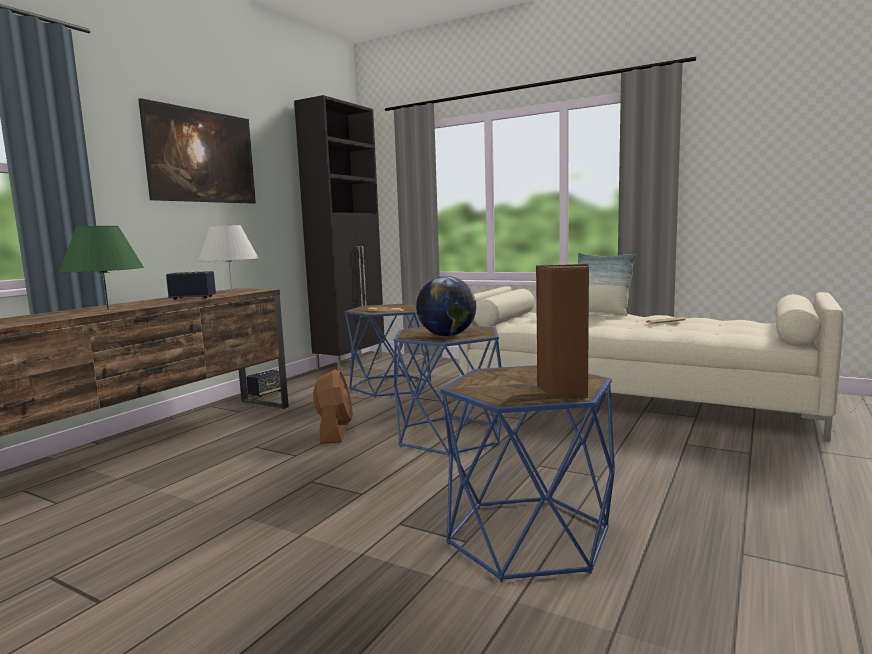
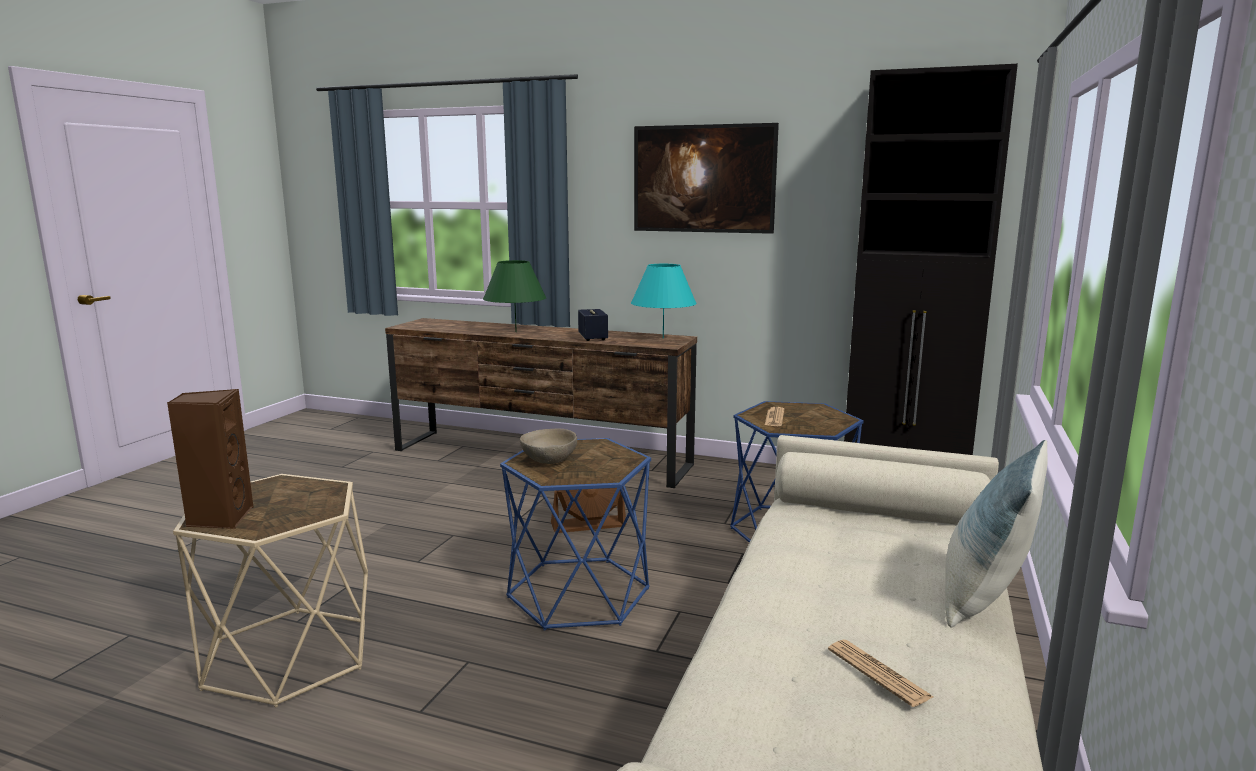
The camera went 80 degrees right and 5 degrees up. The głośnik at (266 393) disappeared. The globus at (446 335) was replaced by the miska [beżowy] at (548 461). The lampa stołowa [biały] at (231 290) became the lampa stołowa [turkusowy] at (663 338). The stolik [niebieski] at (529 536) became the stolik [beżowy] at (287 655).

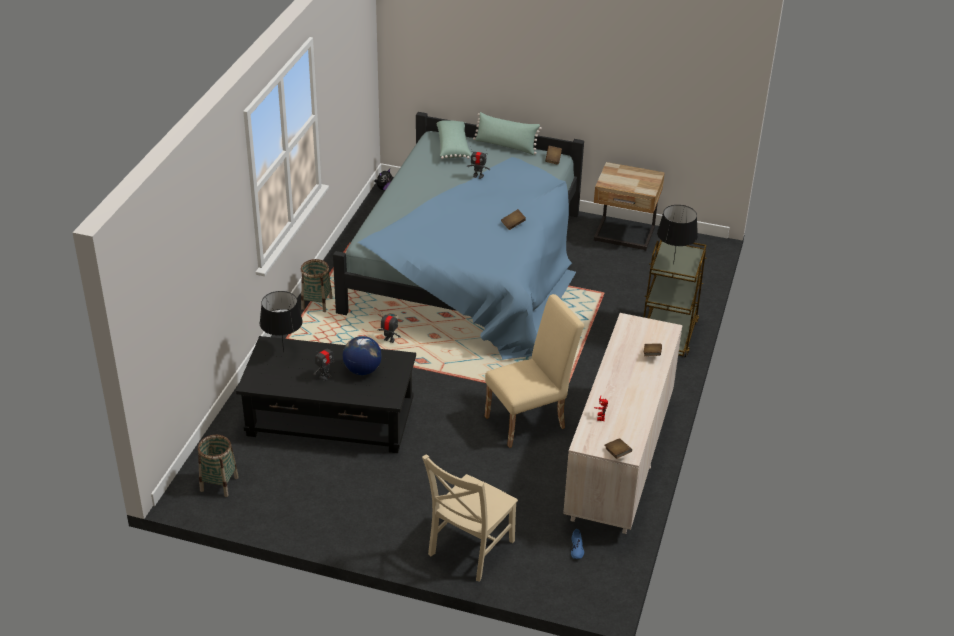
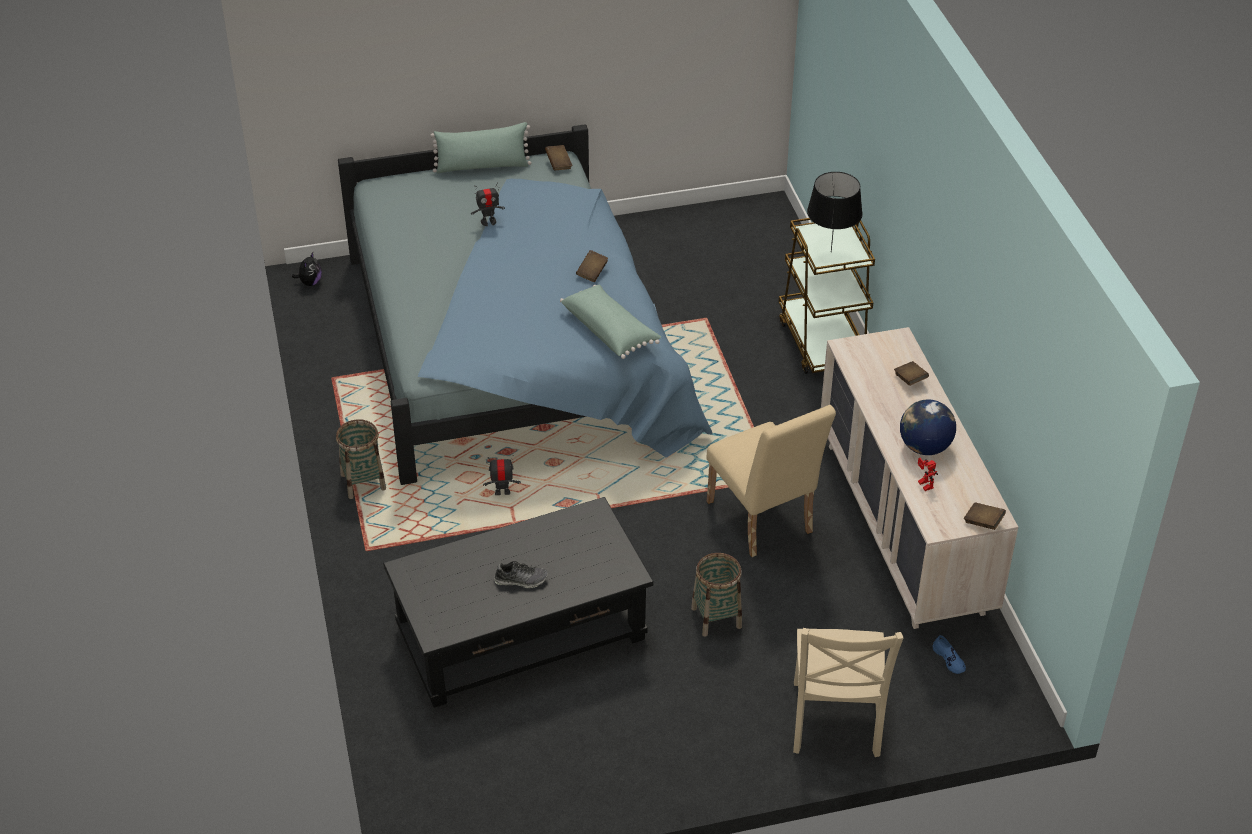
The camera went 30 degrees left and 5 degrees up. The lampa stołowa [czarny] at (283 352) disappeared. The szafka nocna [beżowy] at (624 236) disappeared. The koszyk moved from (219 484) to (716 617). The globus moved from (362 370) to (924 447). The poduszka [zielony] moved from (453 147) to (610 330). The robot zabawkowy at (325 376) was replaced by the but at (521 580). The krzesło [beżowy] at (530 420) turned 120 degrees clockwise.

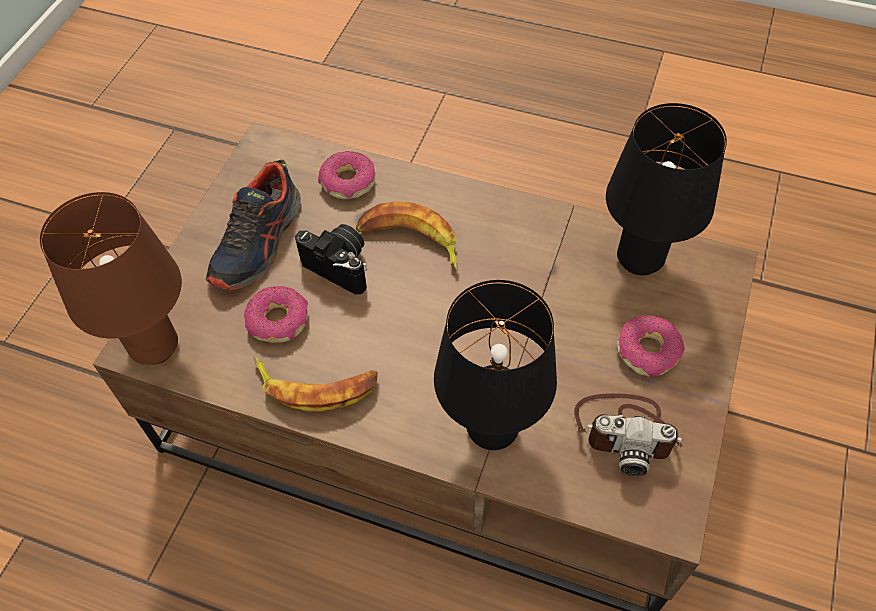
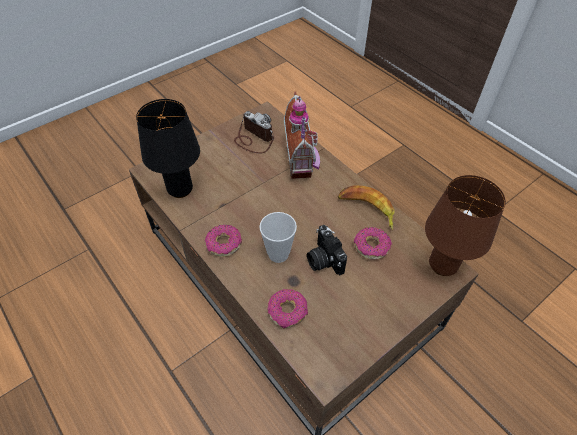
The camera went 150 degrees left and 5 degrees down. The but at (258 242) disappeared. The donut moved from (648 351) to (223 244). The banan at (410 241) was replaced by the filiżanka at (278 254). The lampa stołowa [czarny] at (493 429) was replaced by the domek at (303 161).

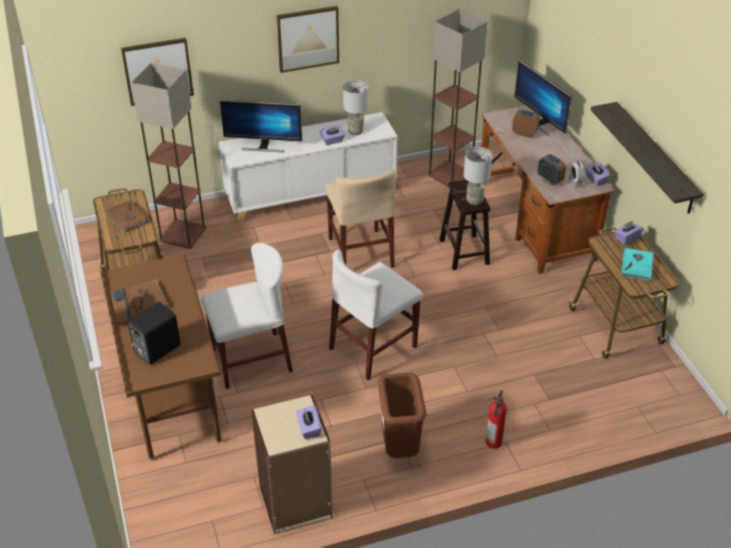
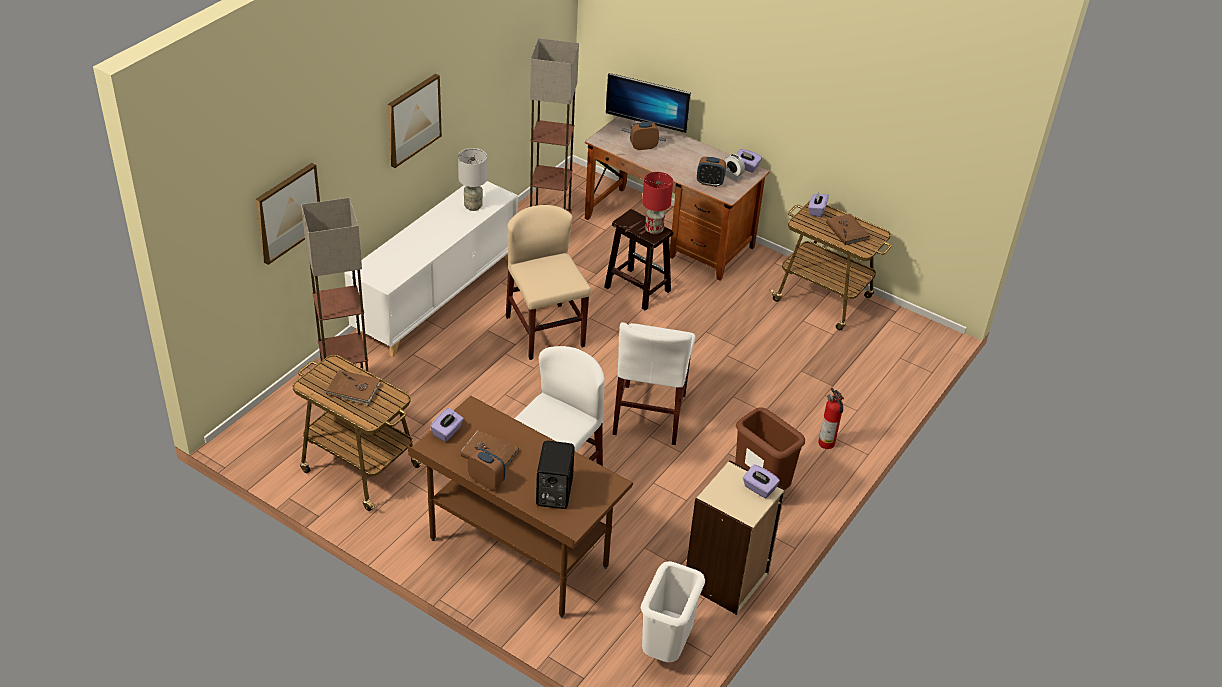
The camera went 40 degrees left and 0 degrees up. The monitor at (263 146) disappeared. The półka at (655 158) disappeared. The kosz na śmieci [biały] at (665 647) appeared. The pudełko chusteczek [fioletowy] moved from (332 141) to (447 432). The lampa stołowa [szary] at (474 201) became the lampa stołowa [czerwony] at (653 230). The książka [turkusowy] at (637 266) became the książka [brązowy] at (847 230). The krzesło [beżowy] at (360 252) turned 150 degrees counterclockwise.

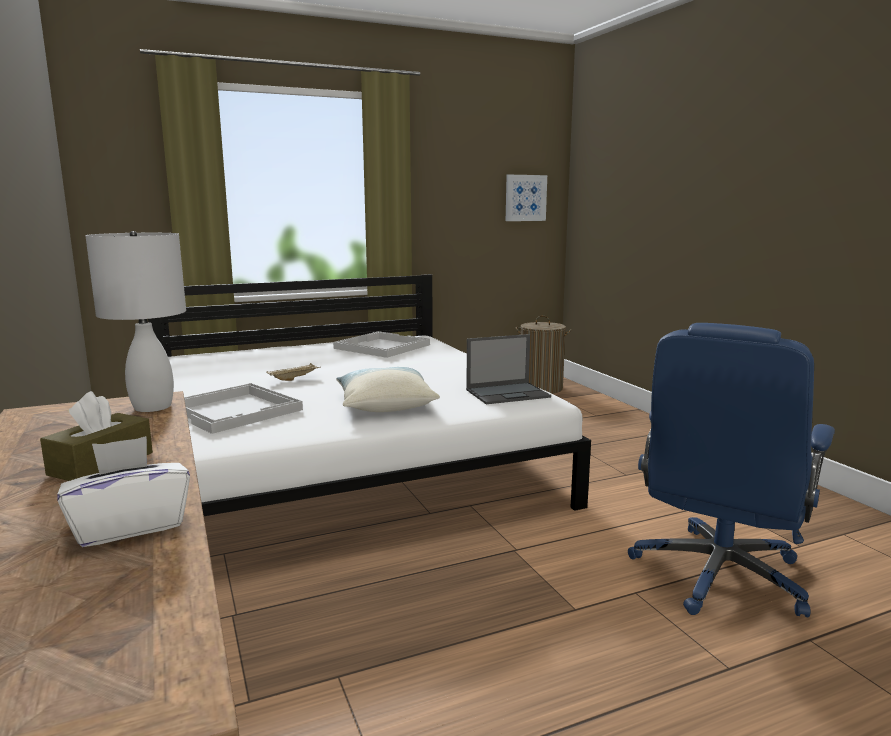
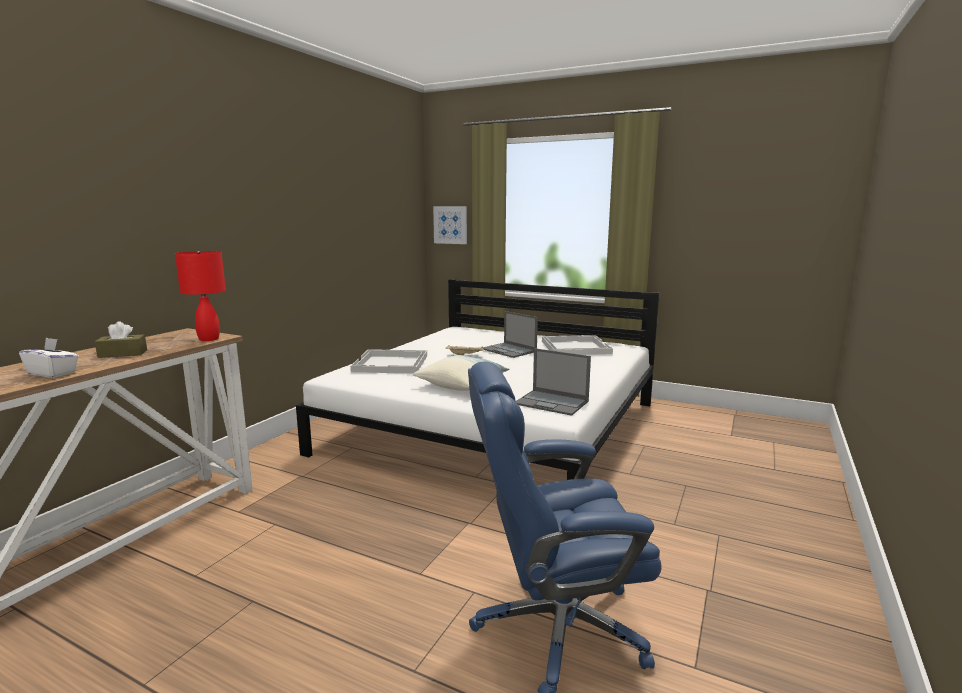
The camera went 50 degrees right and 0 degrees up. The kosz na pranie at (541 388) disappeared. The laptop at (509 350) appeared. The obraz moved from (525 198) to (450 225). The lampa stołowa [biały] at (151 407) became the lampa stołowa [czerwony] at (208 339).

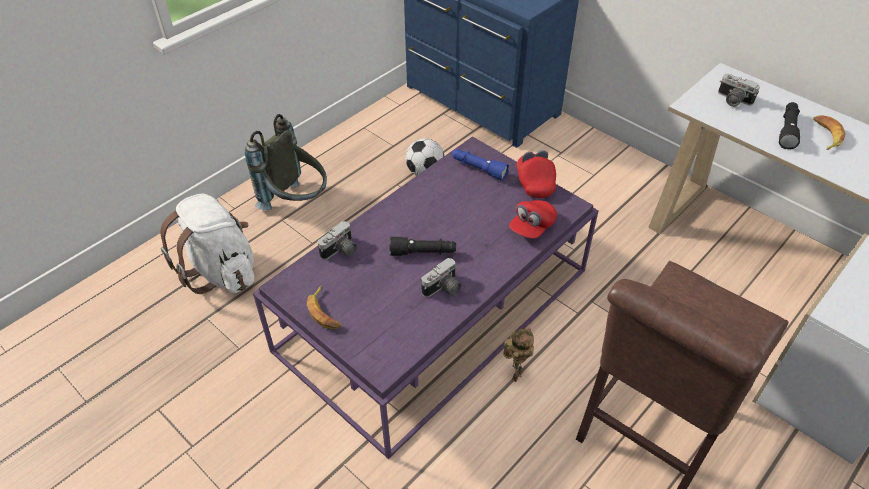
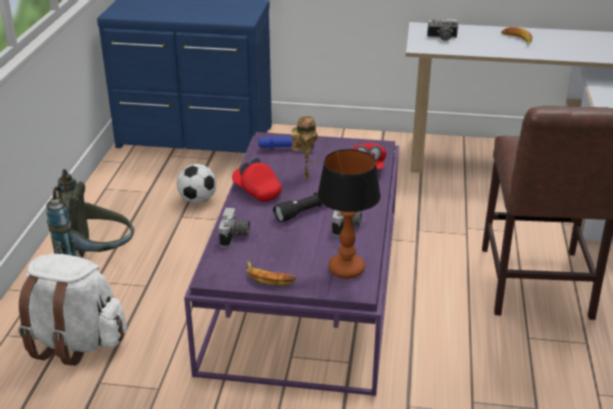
The camera went 35 degrees left and 15 degrees down. The latarka [czarny] at (787 130) disappeared. The lampa stołowa at (347 269) appeared. The robot zabawkowy moved from (516 374) to (304 175). The czapka z daszkiem [czerwony] moved from (534 182) to (257 191).

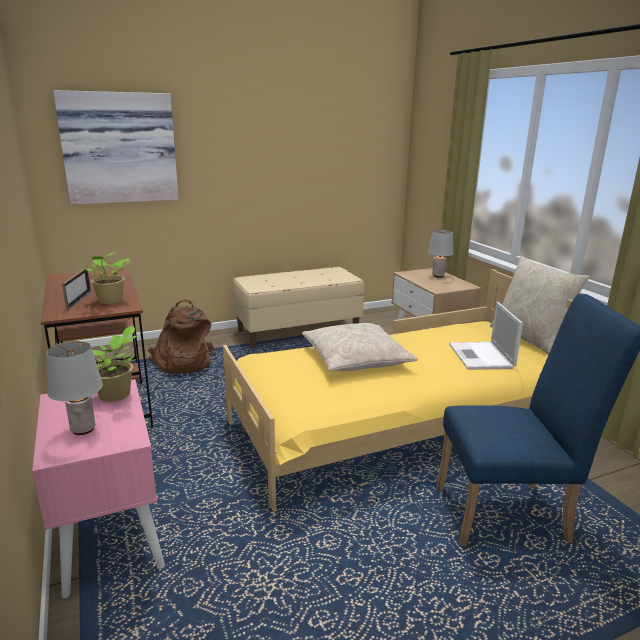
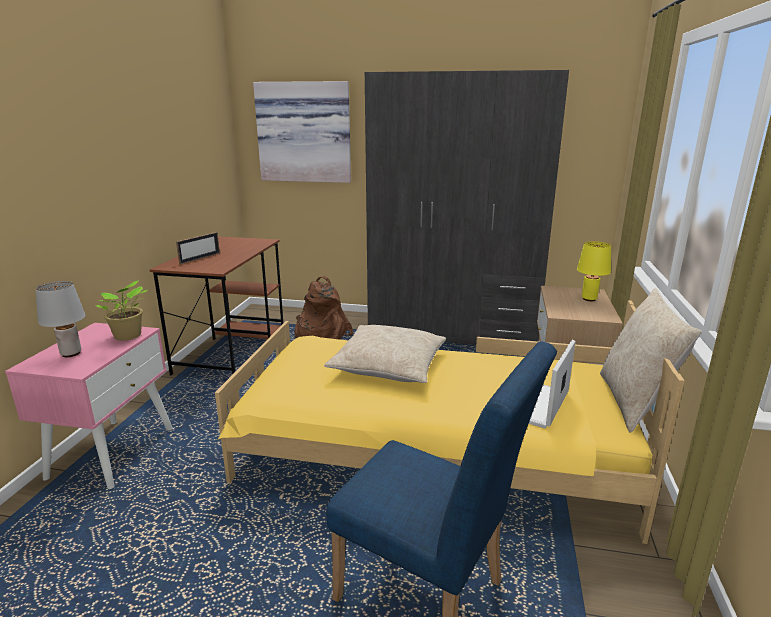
The camera went 35 degrees right and 0 degrees up. The roślina doniczkowa at (110 301) disappeared. The ławka [beżowy] at (298 331) was replaced by the szafa [szary] at (453 332). The lampa stołowa [szary] at (437 276) became the lampa stołowa [żółty] at (588 299).

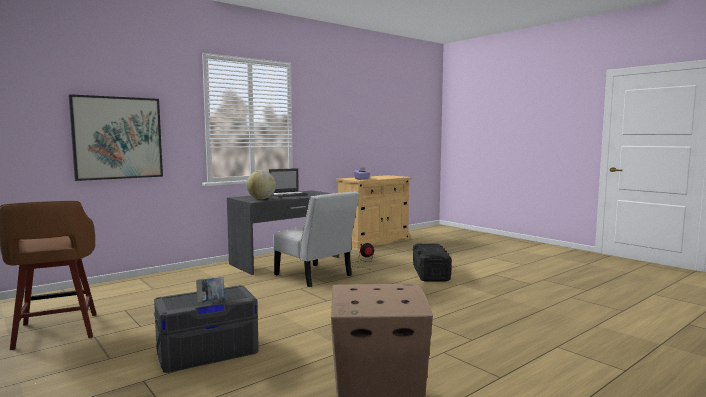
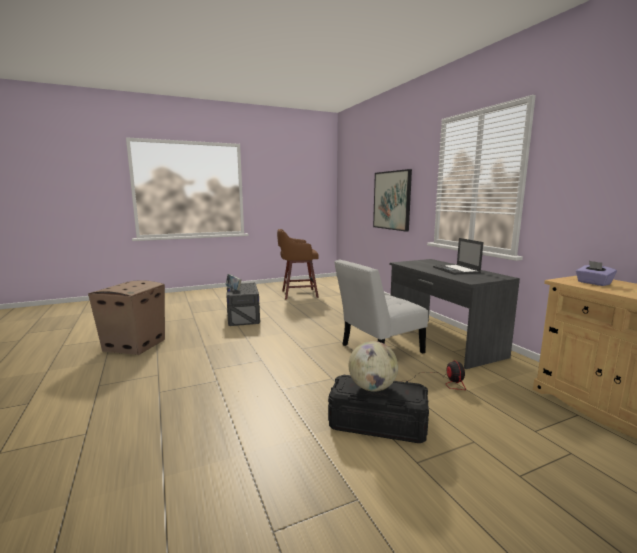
The camera went 105 degrees right and 5 degrees up. The globus moved from (261 199) to (372 388).

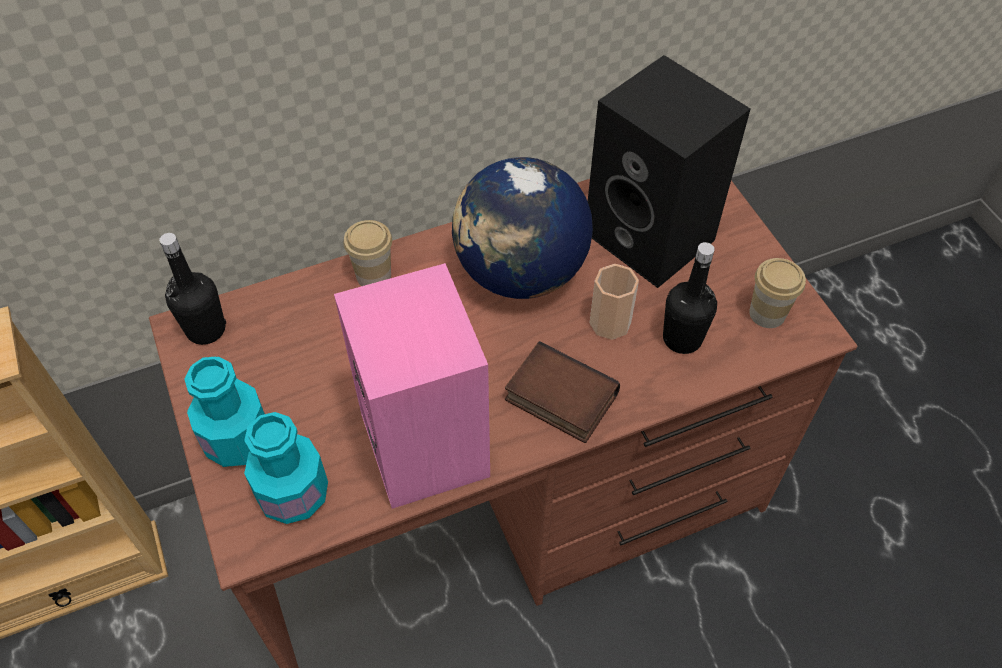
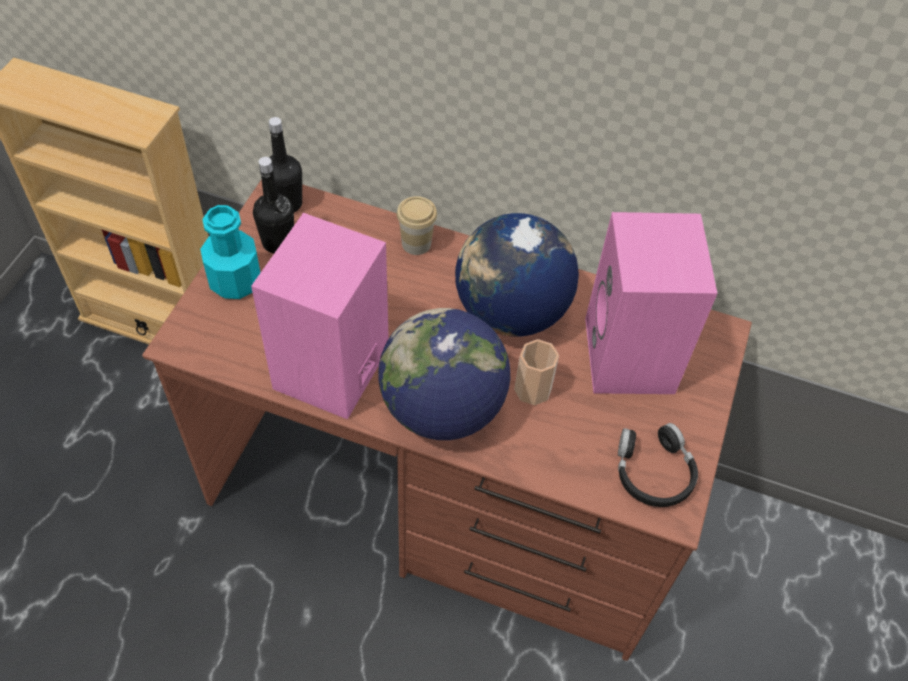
The camera went 40 degrees right and 0 degrees up. The butelka [turkusowy] at (293 494) disappeared. The butelka [czarny] moved from (682 338) to (278 242). The książka at (558 398) was replaced by the globus at (442 408). The filiżanka at (767 313) was replaced by the słuchawki [czarny] at (653 472). The głośnik [czarny] at (653 237) became the głośnik [różowy] at (631 357).

